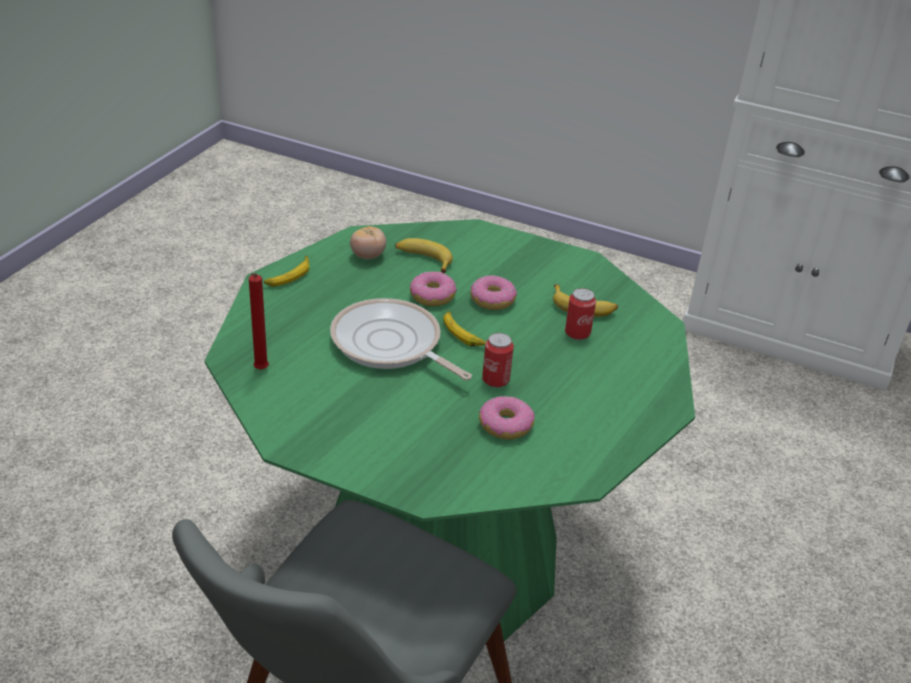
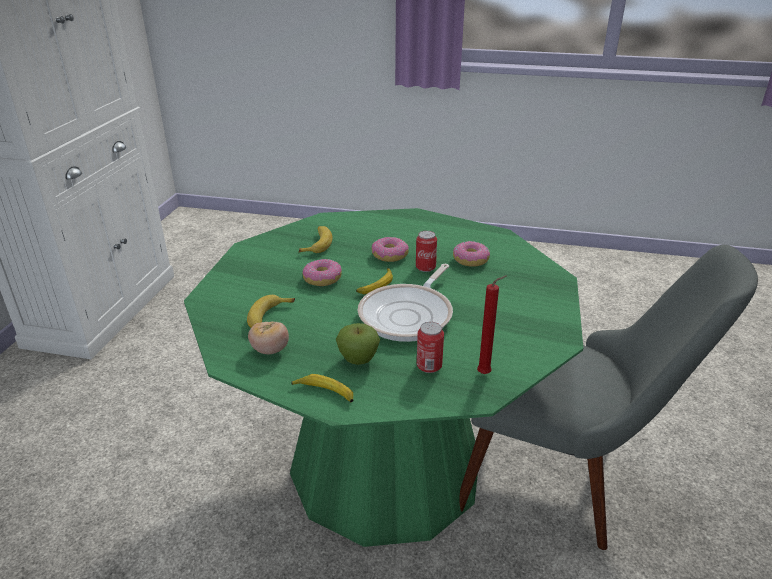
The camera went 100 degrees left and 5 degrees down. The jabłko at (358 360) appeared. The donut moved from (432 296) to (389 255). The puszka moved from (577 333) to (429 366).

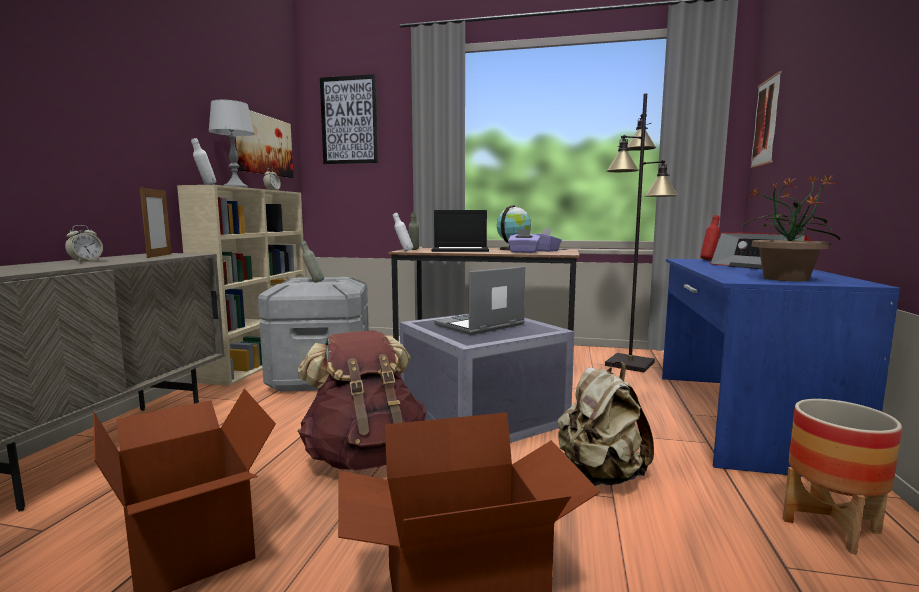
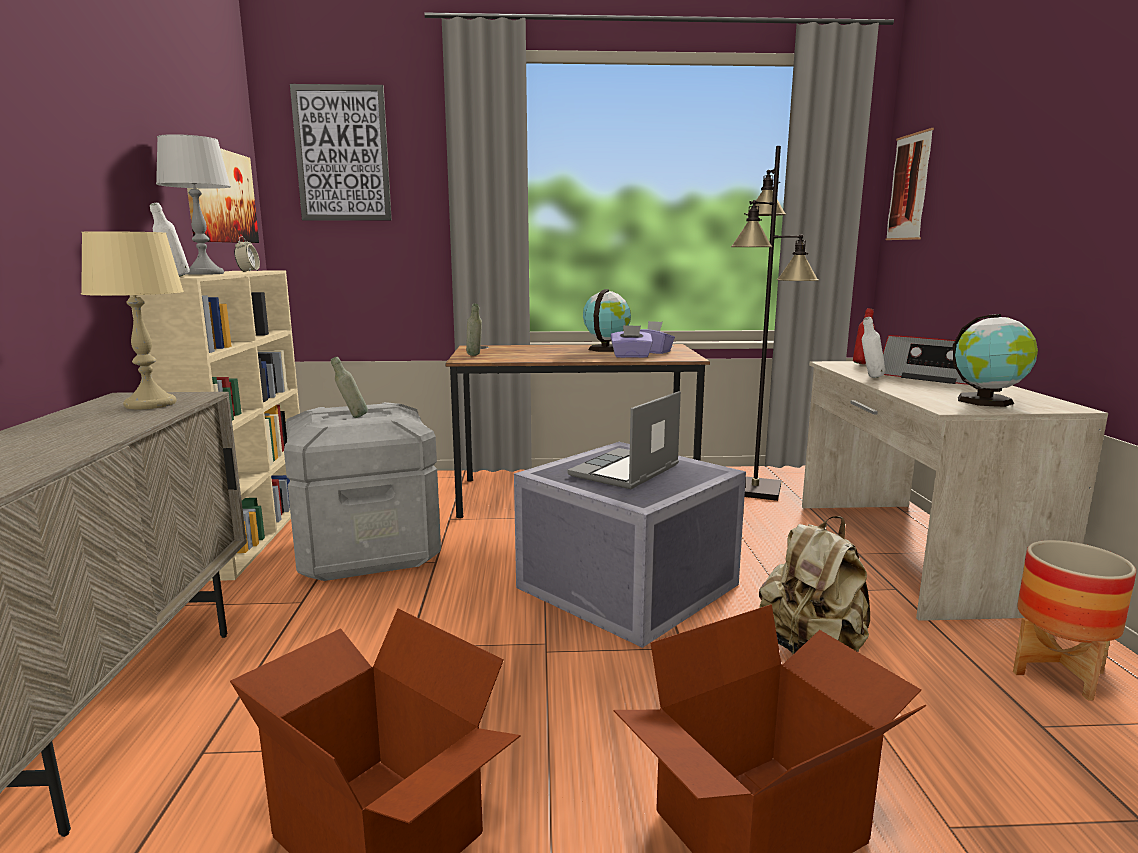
The camera went 15 degrees left and 5 degrees up. The budzik at (85 261) disappeared. The plecak [brązowy] at (365 456) disappeared. The laptop at (461 250) disappeared. The butelka [biały] moved from (403 251) to (870 378). The ramka na zdjęcie at (159 255) was replaced by the lampa stołowa [beżowy] at (150 404). The roślina doniczkowa at (785 278) was replaced by the globus at (987 401). The biurko [niebieski] at (738 417) became the biurko [beżowy] at (909 552).

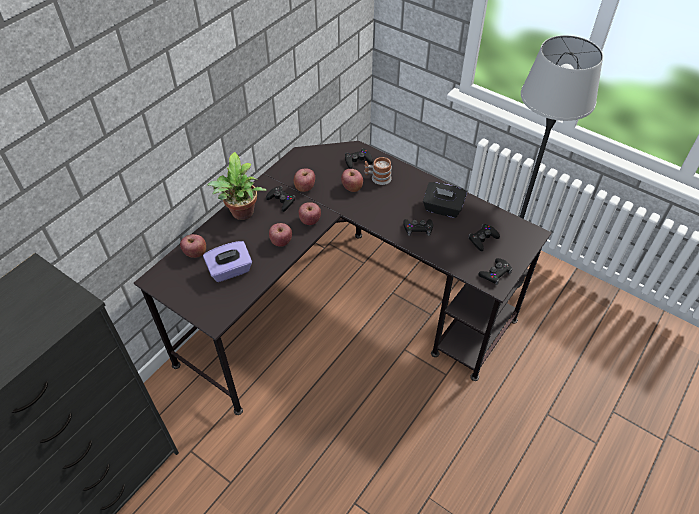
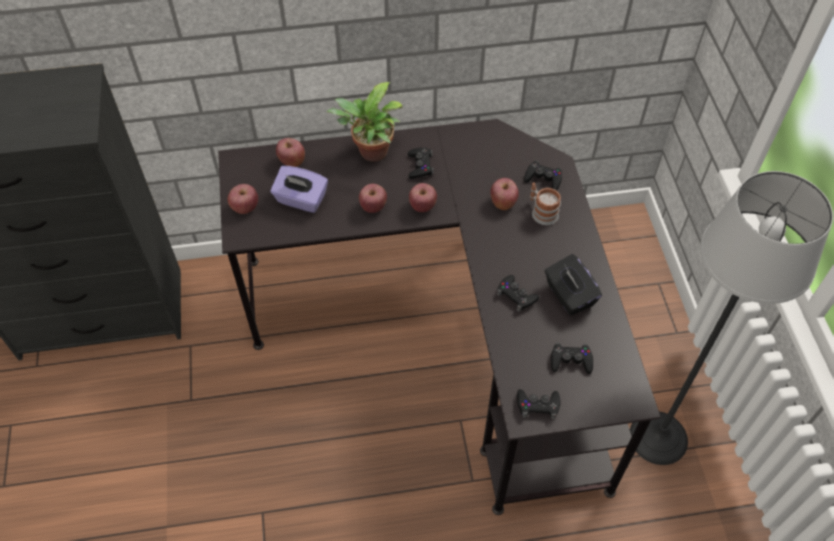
The camera went 45 degrees right and 5 degrees up. The jabłko moved from (305 187) to (245 207).

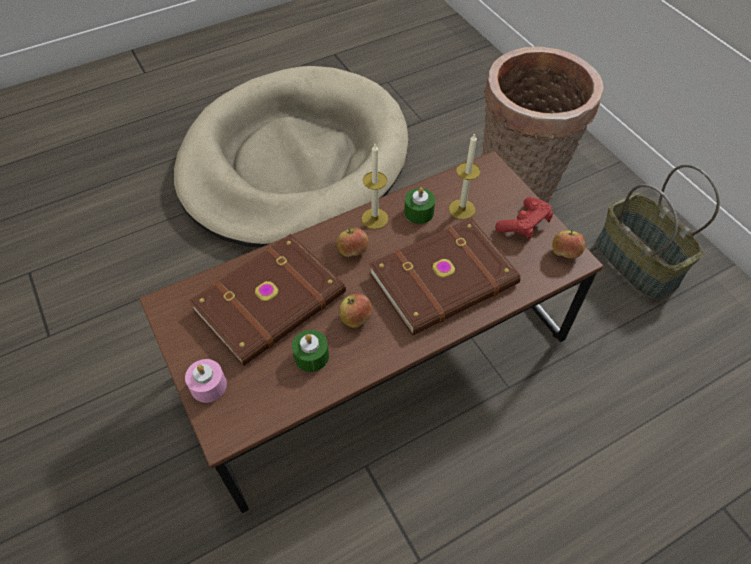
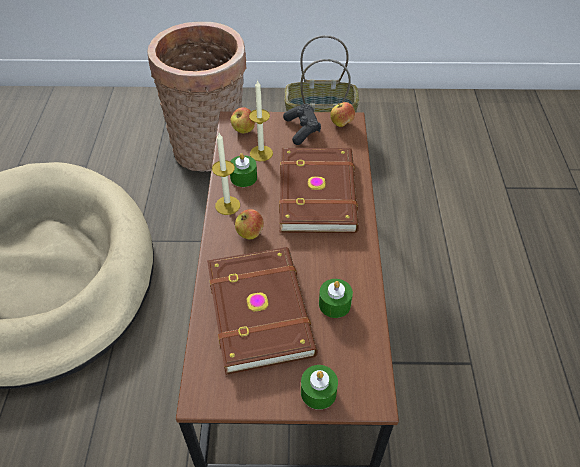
The camera went 60 degrees left and 5 degrees down. The jabłko moved from (355 318) to (243 130). The świeca [różowy] at (208 386) became the świeca [zielony] at (318 392). The pad do gier [czerwony] at (524 225) became the pad do gier [czarny] at (302 130).

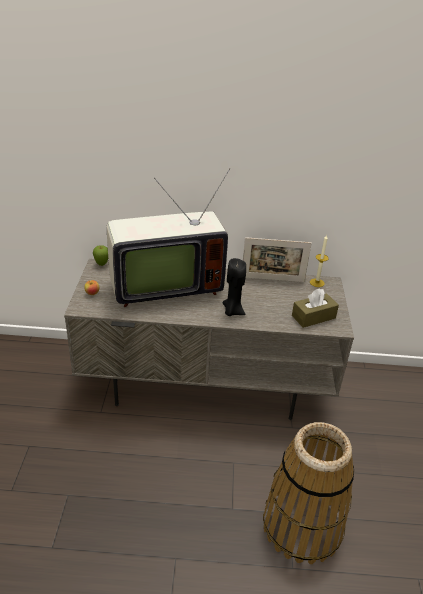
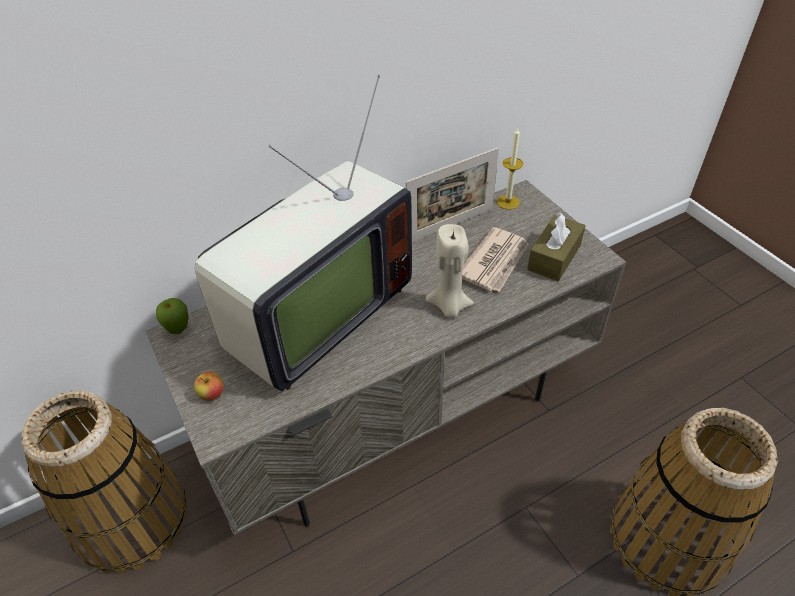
The camera went 30 degrees left and 10 degrees up. The koszyk at (133 519) appeared. The gazeta at (495 262) appeared. The świeca [czarny] at (232 311) became the świeca [beżowy] at (449 306).

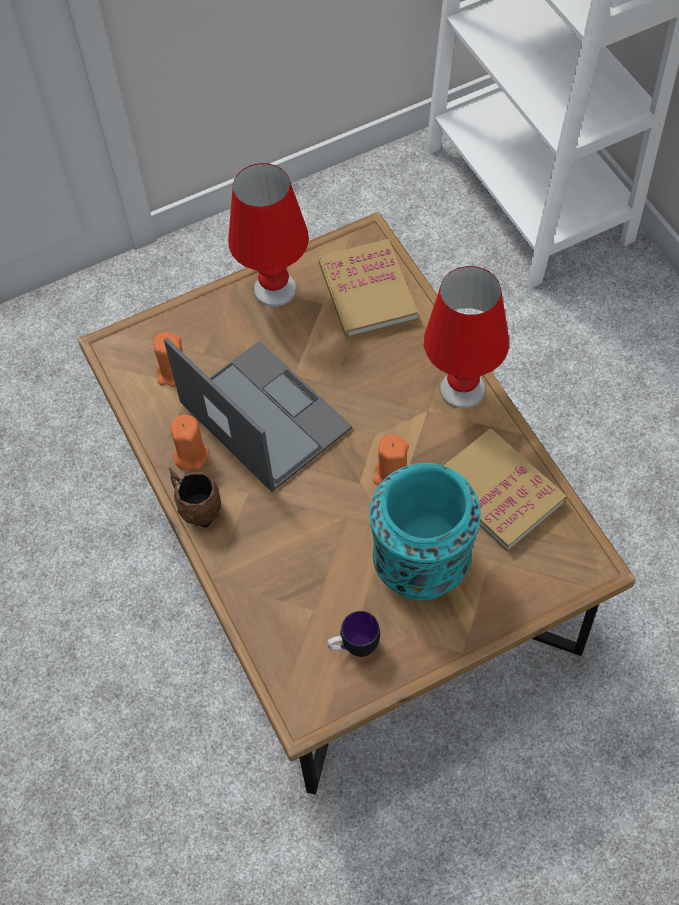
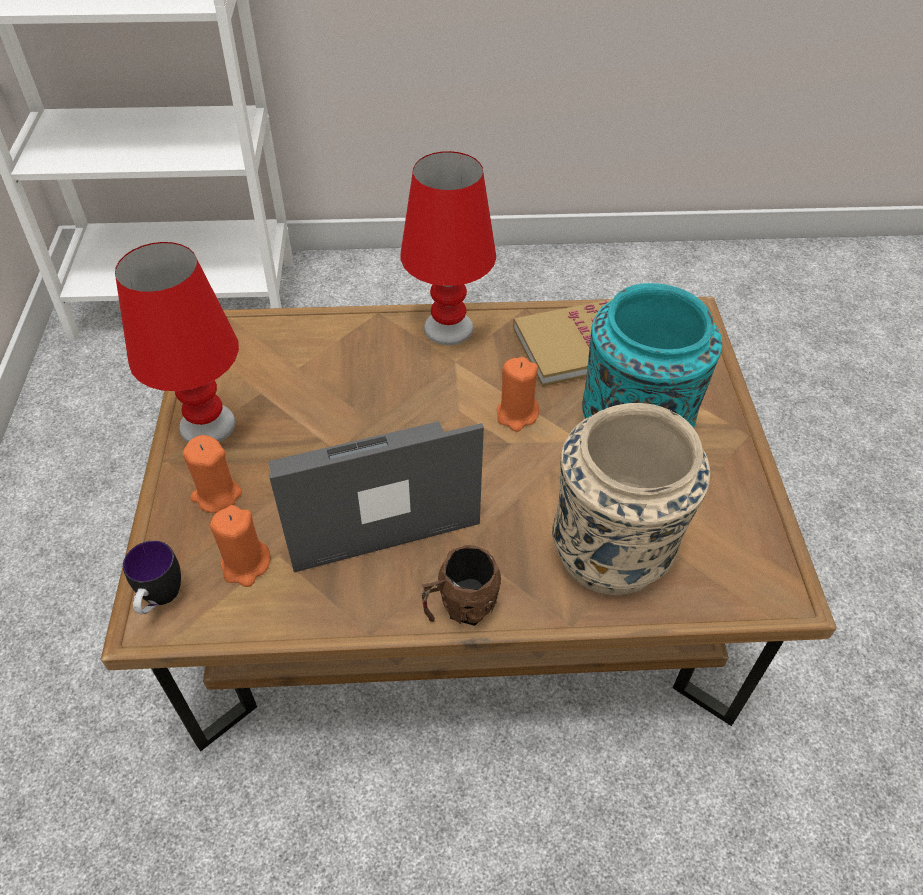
The camera went 70 degrees left and 10 degrees down. The książka at (367 291) disappeared. The wazon [beżowy] at (613 551) appeared. The świeca [pomarańczowy] moved from (191 455) to (216 495). The kubek moved from (354 648) to (160 600).

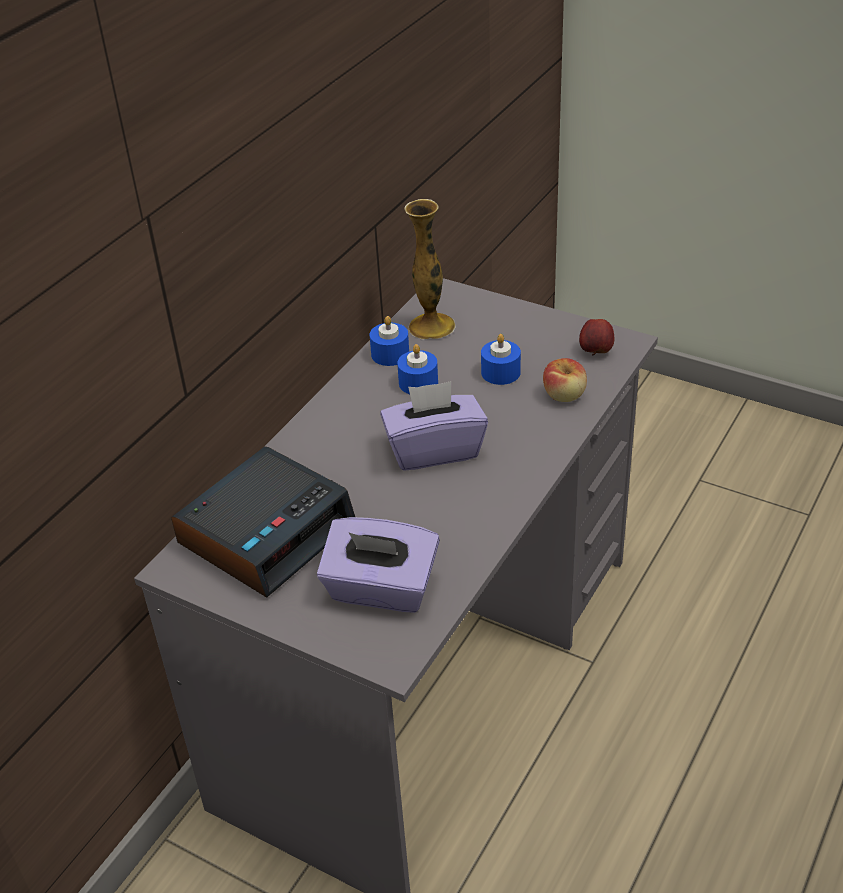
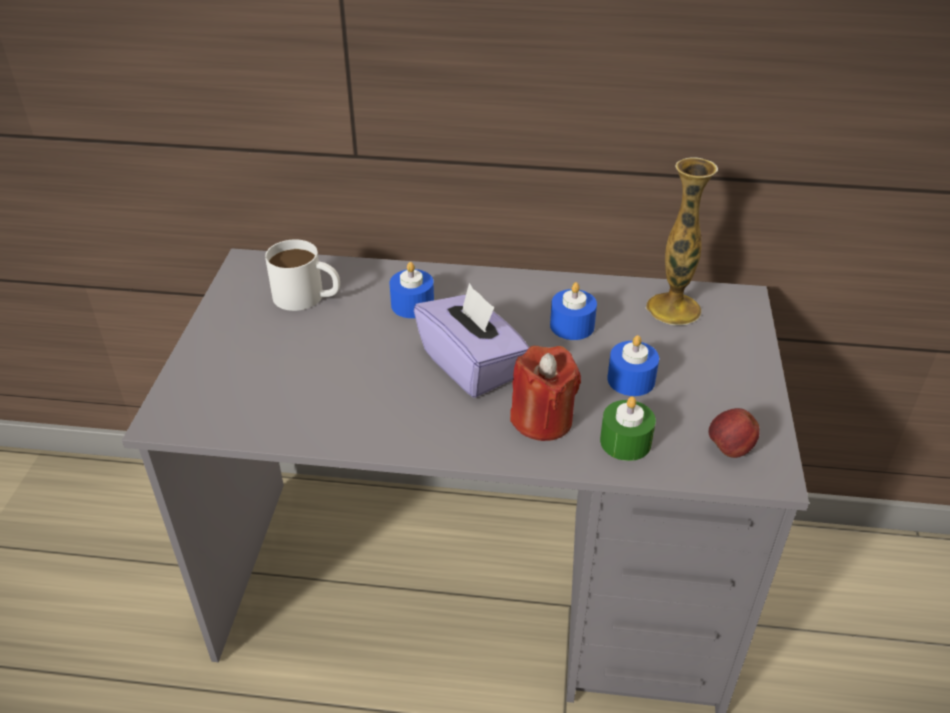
The camera went 65 degrees right and 0 degrees up. The pudełko chusteczek [fioletowy] at (381 590) disappeared. The świeca [czerwony] at (542 420) appeared. The świeca [niebieski] moved from (390 354) to (412 305). The budzik at (267 532) was replaced by the kubek [biały] at (307 297). The jabłko at (564 395) was replaced by the świeca [zielony] at (625 442).

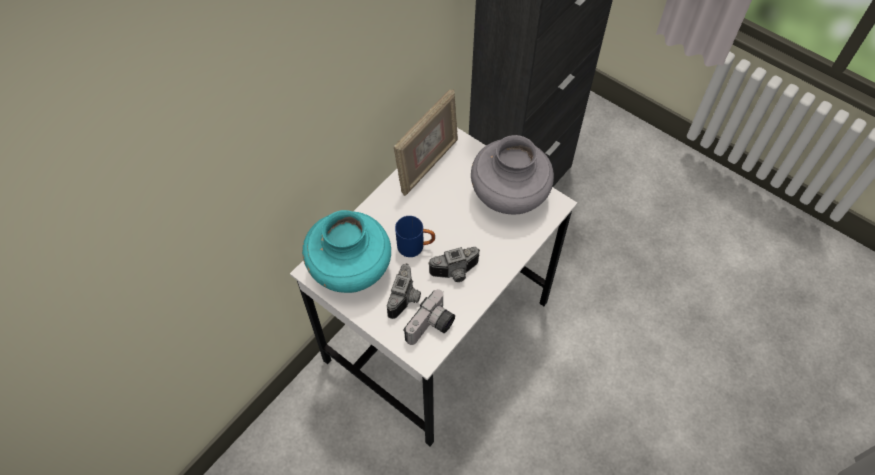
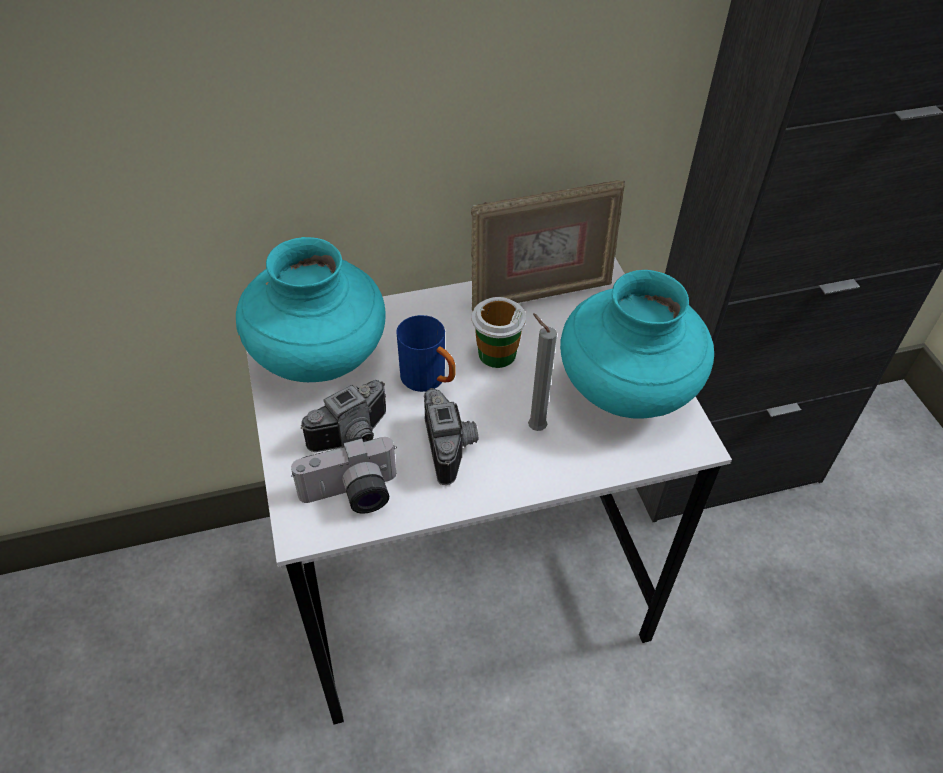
The camera went 35 degrees right and 10 degrees down. The filiżanka at (496 353) appeared. The świeca [szary] at (534 427) appeared. The wazon [szary] at (509 195) became the wazon [turkusowy] at (627 391). The aparat fotograficzny at (456 273) turned 120 degrees counterclockwise.

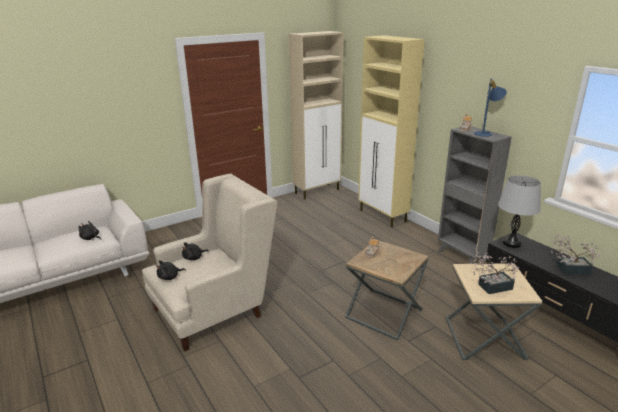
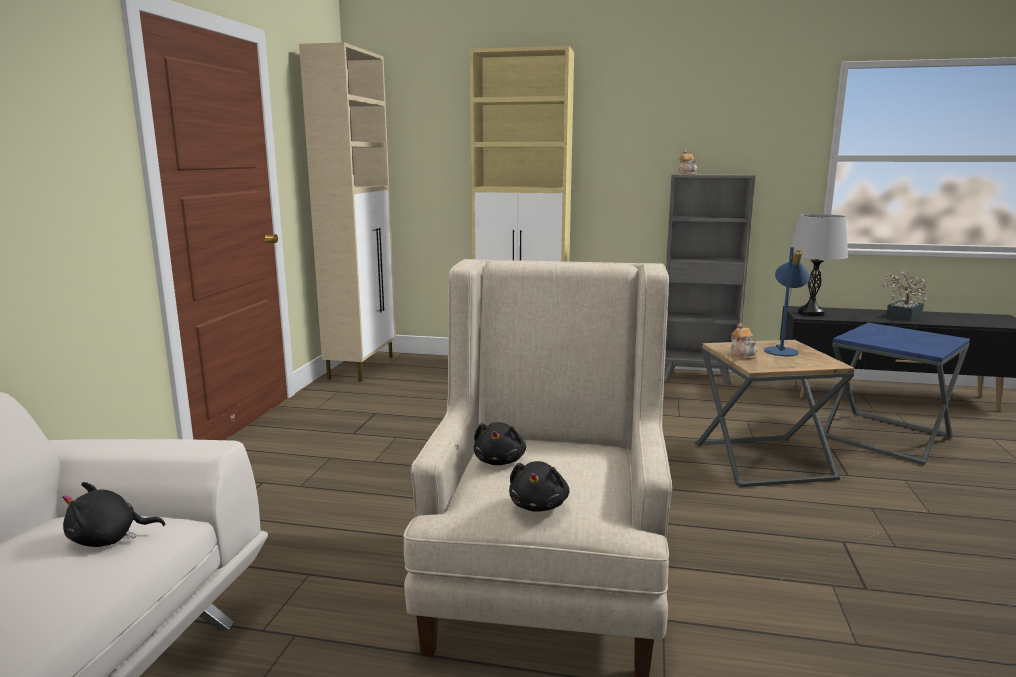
The camera went 45 degrees left and 10 degrees down. The roślina doniczkowa at (491 287) disappeared. The lampa stołowa [niebieski] moved from (486 133) to (782 350). The stolik [beżowy] at (484 338) became the stolik [niebieski] at (886 437).

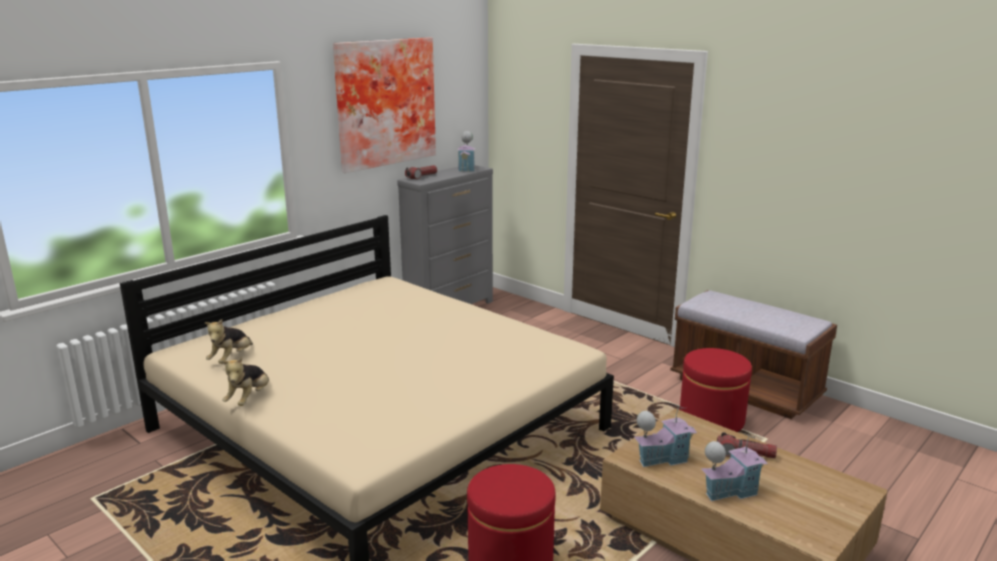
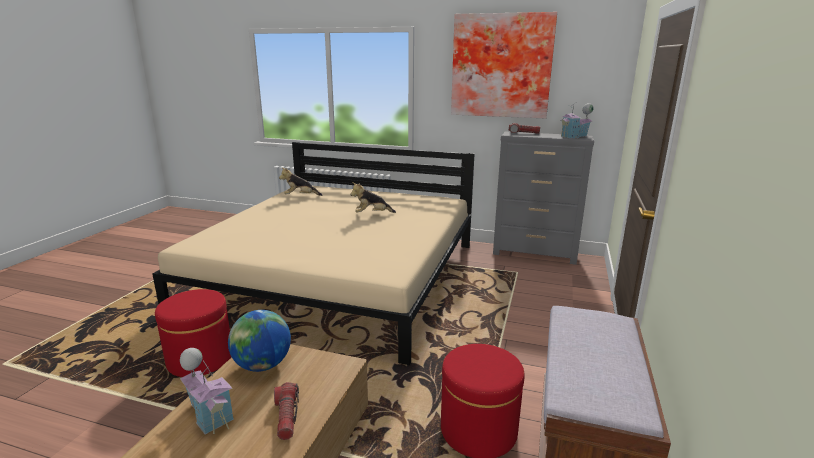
The camera went 65 degrees right and 0 degrees up. The pluszak moved from (249 399) to (372 214). The domek at (662 458) was replaced by the globus at (262 365).

